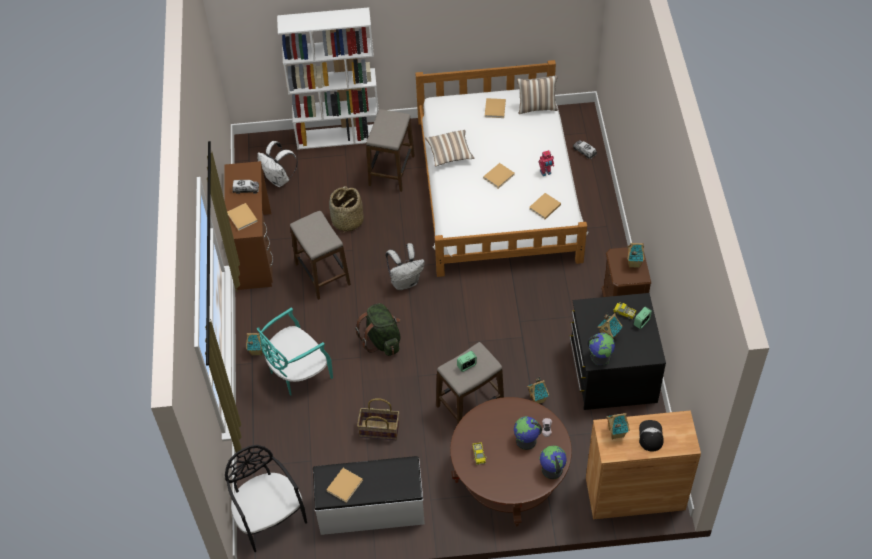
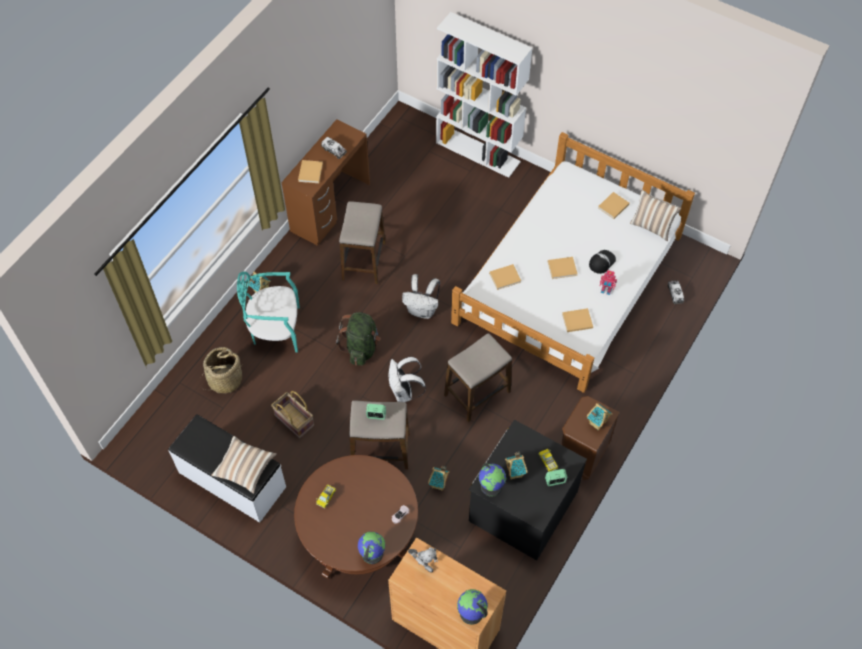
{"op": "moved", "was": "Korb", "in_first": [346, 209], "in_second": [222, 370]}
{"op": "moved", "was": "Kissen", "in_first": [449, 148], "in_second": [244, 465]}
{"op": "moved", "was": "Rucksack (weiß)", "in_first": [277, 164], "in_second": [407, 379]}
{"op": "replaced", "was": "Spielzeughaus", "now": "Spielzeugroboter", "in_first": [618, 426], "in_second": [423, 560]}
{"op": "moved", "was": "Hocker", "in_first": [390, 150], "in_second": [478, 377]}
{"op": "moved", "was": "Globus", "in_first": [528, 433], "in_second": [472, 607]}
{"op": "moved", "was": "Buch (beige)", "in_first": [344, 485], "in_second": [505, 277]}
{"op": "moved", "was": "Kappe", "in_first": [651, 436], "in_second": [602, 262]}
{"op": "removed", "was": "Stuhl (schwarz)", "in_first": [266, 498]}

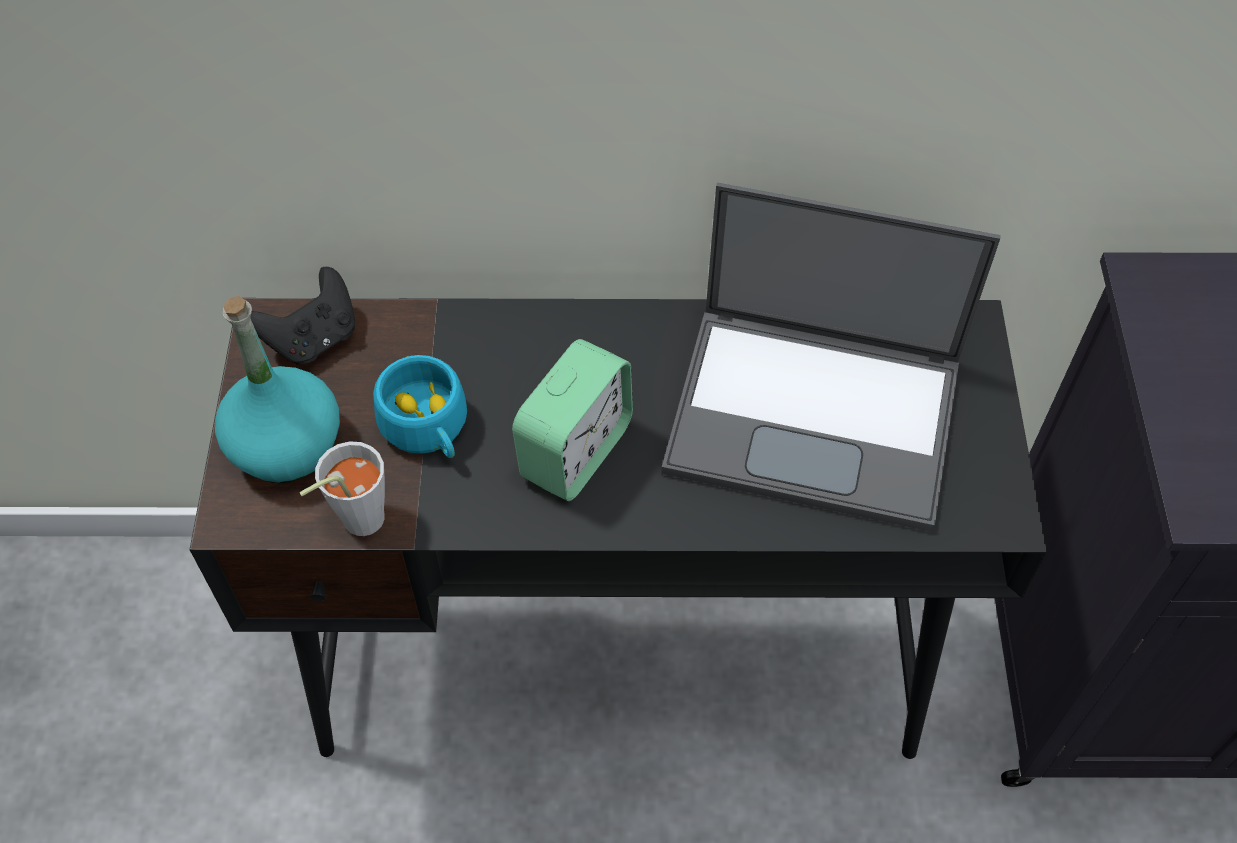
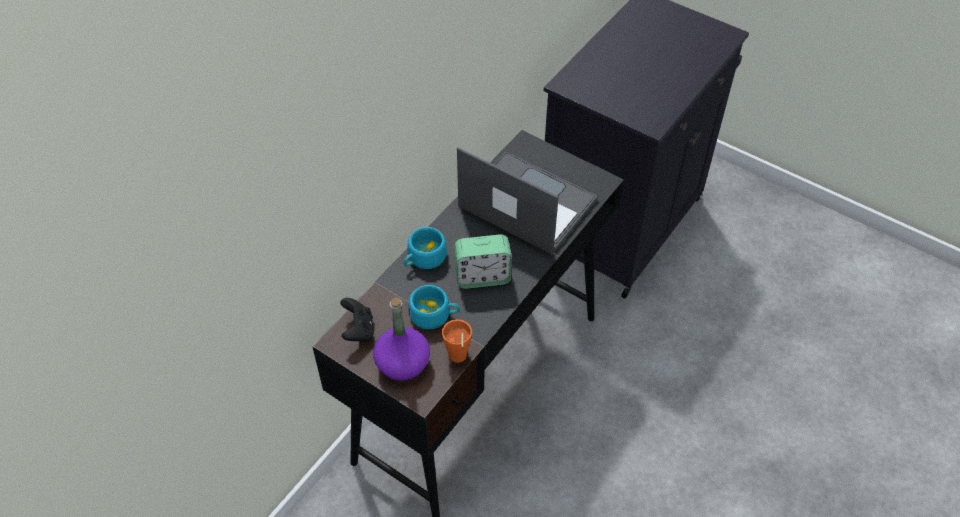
{"op": "recoloured", "was": "Flasche (türkis)", "now": "Flasche (lila)", "in_first": [277, 389], "in_second": [401, 339]}
{"op": "added", "now": "Tasse (türkis)", "in_second": [425, 248]}
{"op": "recoloured", "was": "Tasse (grau)", "now": "Tasse (orange)", "in_first": [342, 488], "in_second": [457, 341]}
{"op": "turned", "was": "Wecker", "in_first": [572, 420], "in_second": [483, 262], "clockwise": 105}
{"op": "turned", "was": "Laptop", "in_first": [831, 357], "in_second": [527, 201], "clockwise": -105}

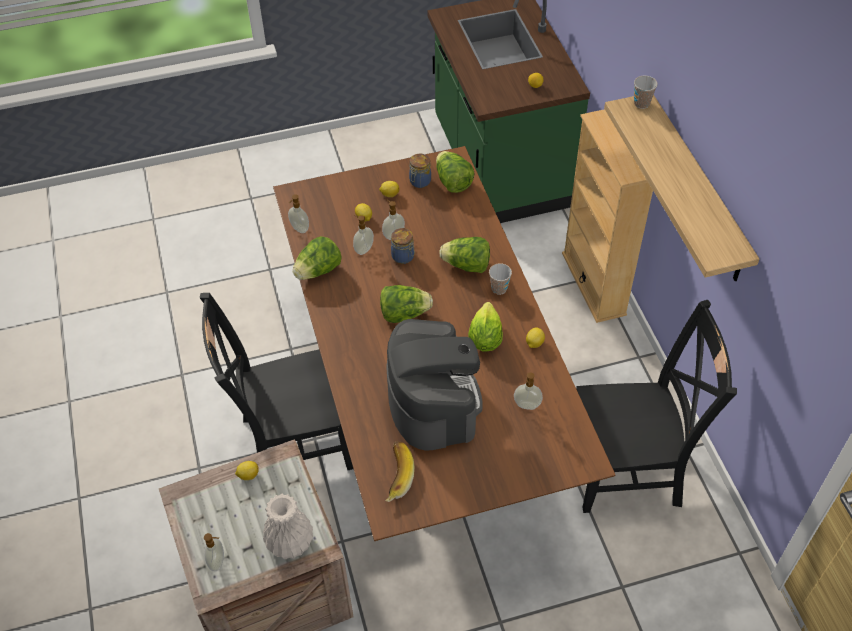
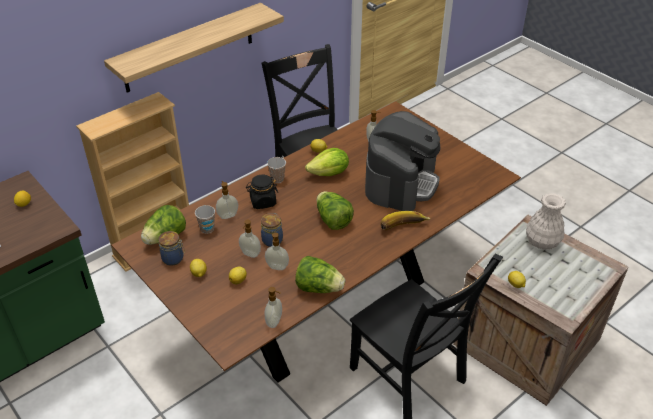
{"op": "moved", "was": "Tasse", "in_first": [646, 92], "in_second": [205, 219]}
{"op": "moved", "was": "Seifenspender", "in_first": [214, 552], "in_second": [227, 200]}
{"op": "replaced", "was": "Salatkopf", "now": "Vorratsglas (schwarz)", "in_first": [464, 255], "in_second": [262, 192]}
{"op": "turned", "was": "Kaffeemaschine", "in_first": [434, 385], "in_second": [402, 161], "clockwise": 150}
{"op": "moved", "was": "Banane", "in_first": [400, 471], "in_second": [405, 220]}

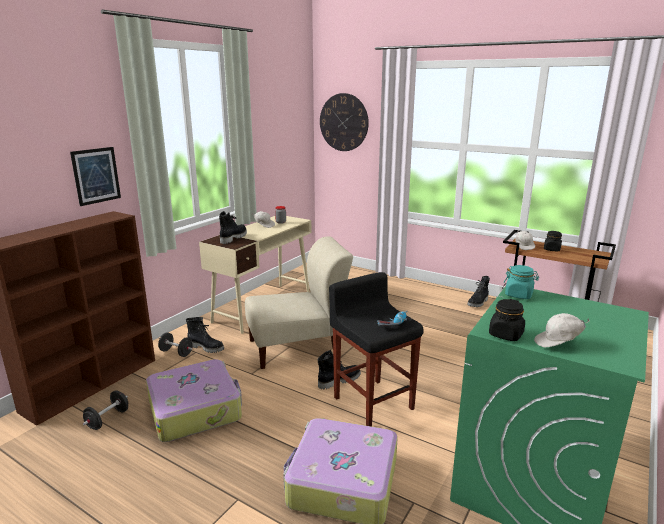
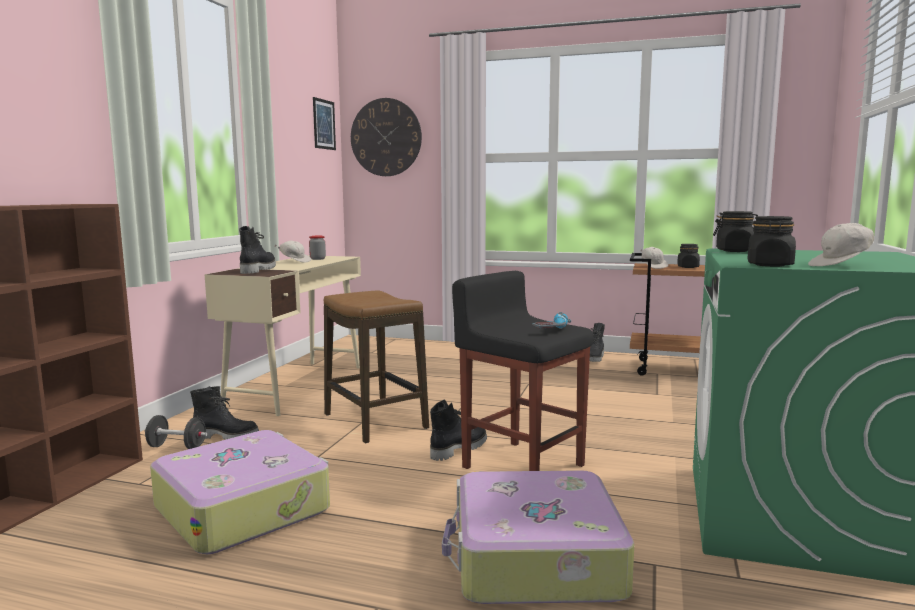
{"op": "moved", "was": "Bild", "in_first": [95, 176], "in_second": [324, 123]}
{"op": "replaced", "was": "Stuhl (beige)", "now": "Hocker", "in_first": [299, 302], "in_second": [376, 366]}
{"op": "recoloured", "was": "Vorratsglas (türkis)", "now": "Vorratsglas (schwarz)", "in_first": [521, 282], "in_second": [735, 231]}
{"op": "removed", "was": "Hantel (schwarz)", "in_first": [105, 410]}

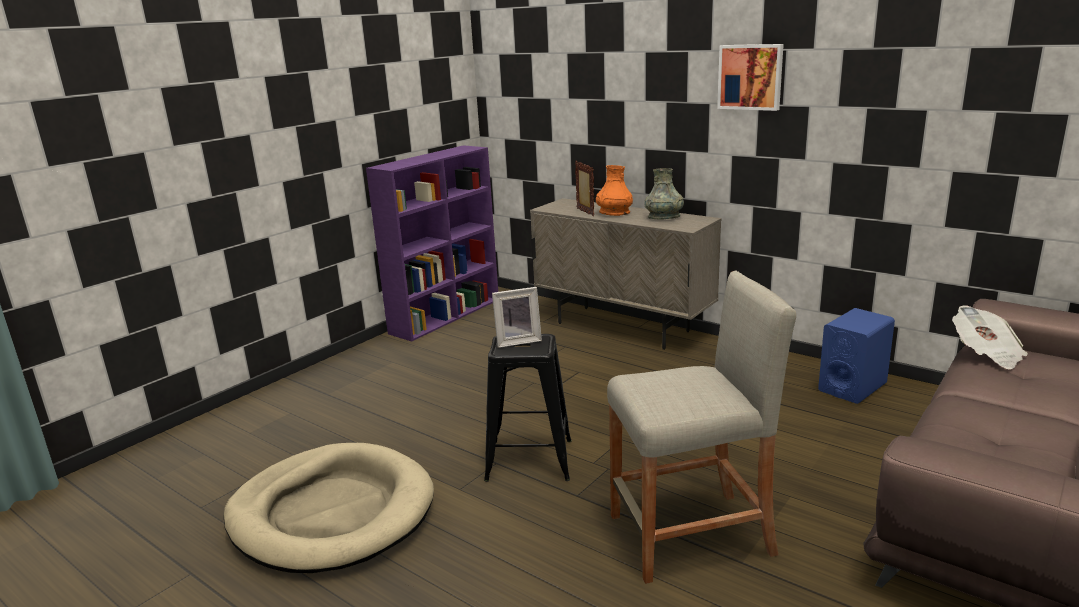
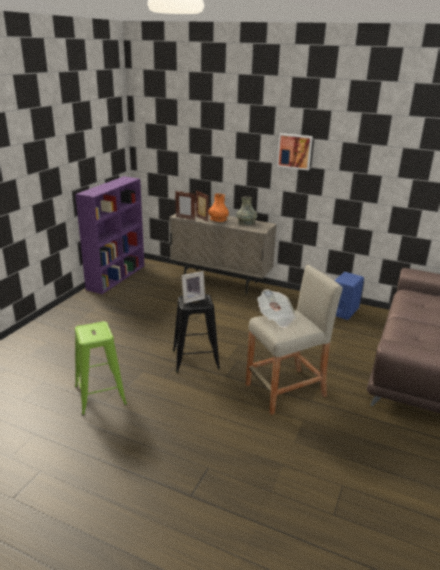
{"op": "replaced", "was": "Hundebett (beige)", "now": "Hocker (grün)", "in_first": [329, 508], "in_second": [101, 368]}
{"op": "added", "now": "Bilderrahmen", "in_second": [185, 205]}
{"op": "moved", "was": "Zeitung", "in_first": [990, 337], "in_second": [277, 308]}

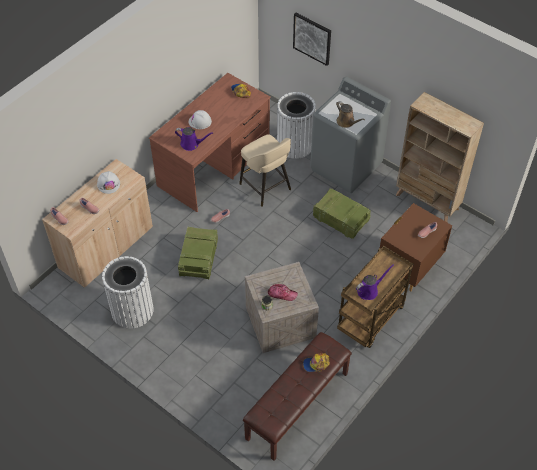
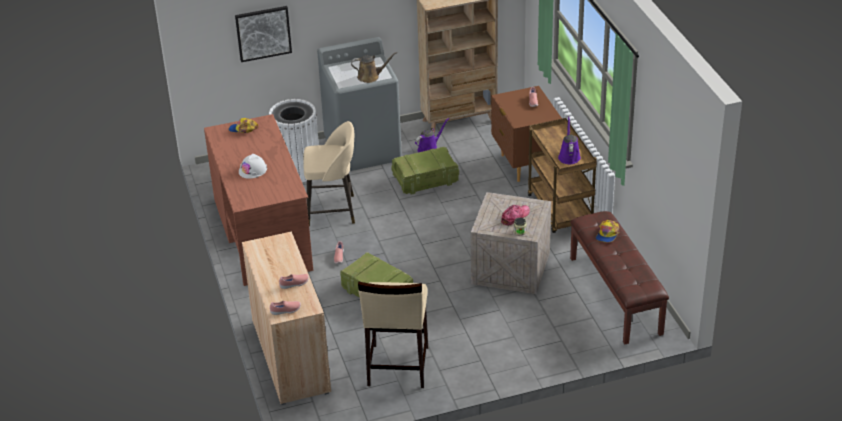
{"op": "replaced", "was": "Mülleimer (weiß)", "now": "Hocker (beige)", "in_first": [128, 292], "in_second": [393, 334]}
{"op": "moved", "was": "Gießkanne (lila)", "in_first": [194, 139], "in_second": [432, 135]}
{"op": "removed", "was": "Schutzhelm (weiß)", "in_first": [108, 182]}

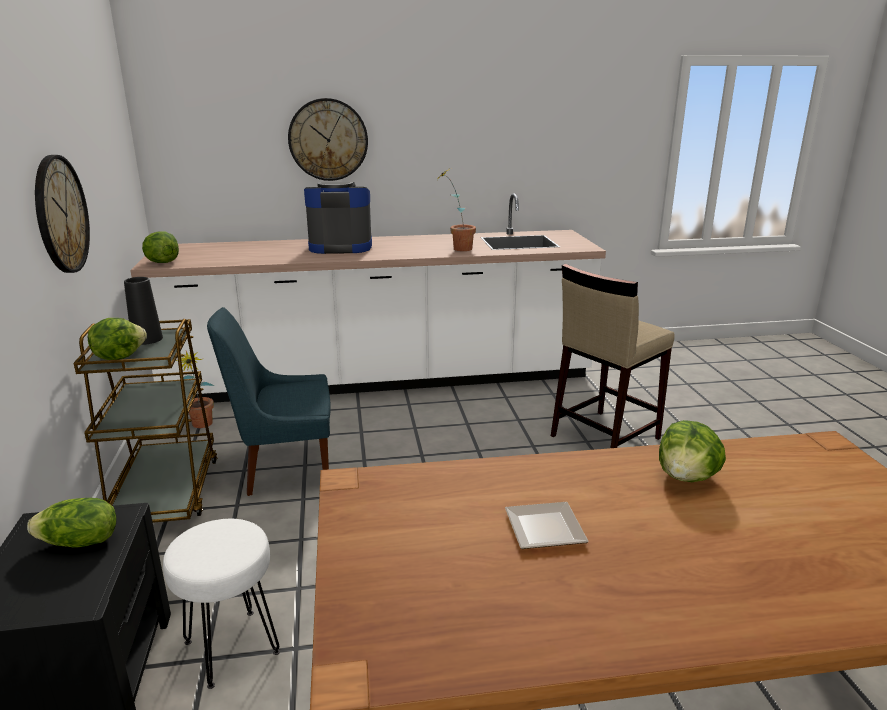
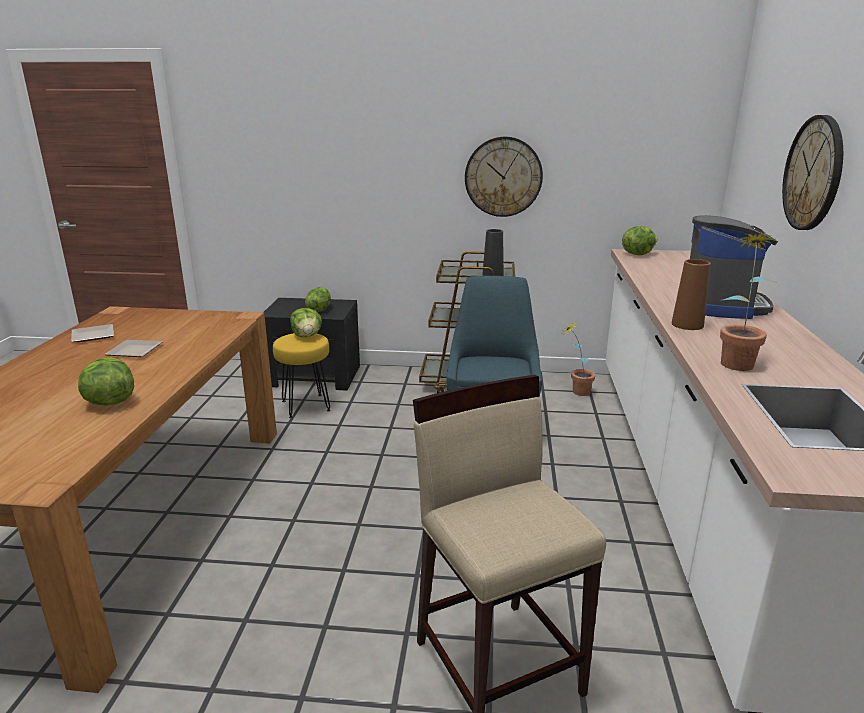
{"op": "added", "now": "Teller", "in_second": [92, 333]}
{"op": "recoloured", "was": "Hocker (weiß)", "now": "Hocker (gelb)", "in_first": [221, 604], "in_second": [302, 375]}
{"op": "moved", "was": "Salatkopf", "in_first": [117, 339], "in_second": [306, 322]}
{"op": "added", "now": "Vase (braun)", "in_second": [691, 294]}

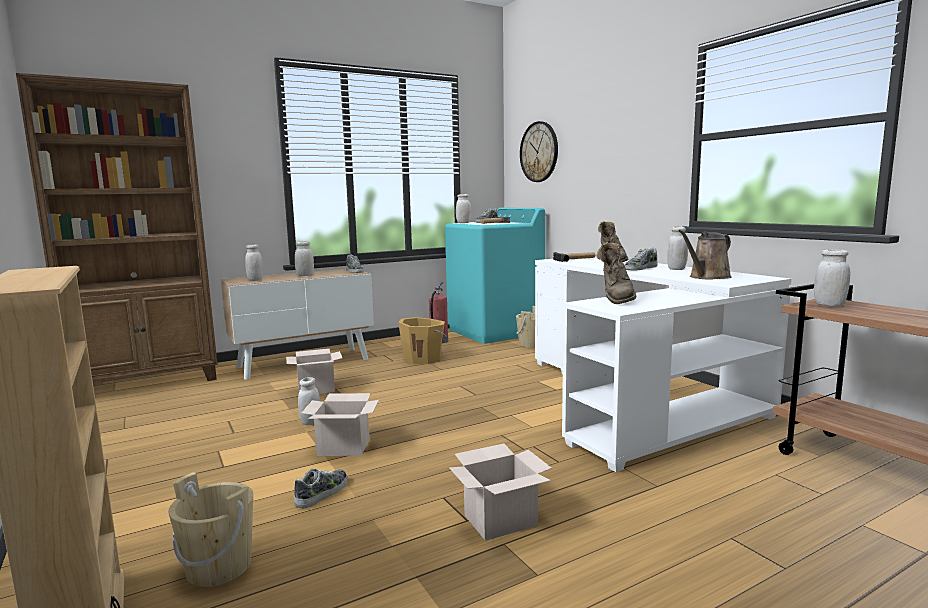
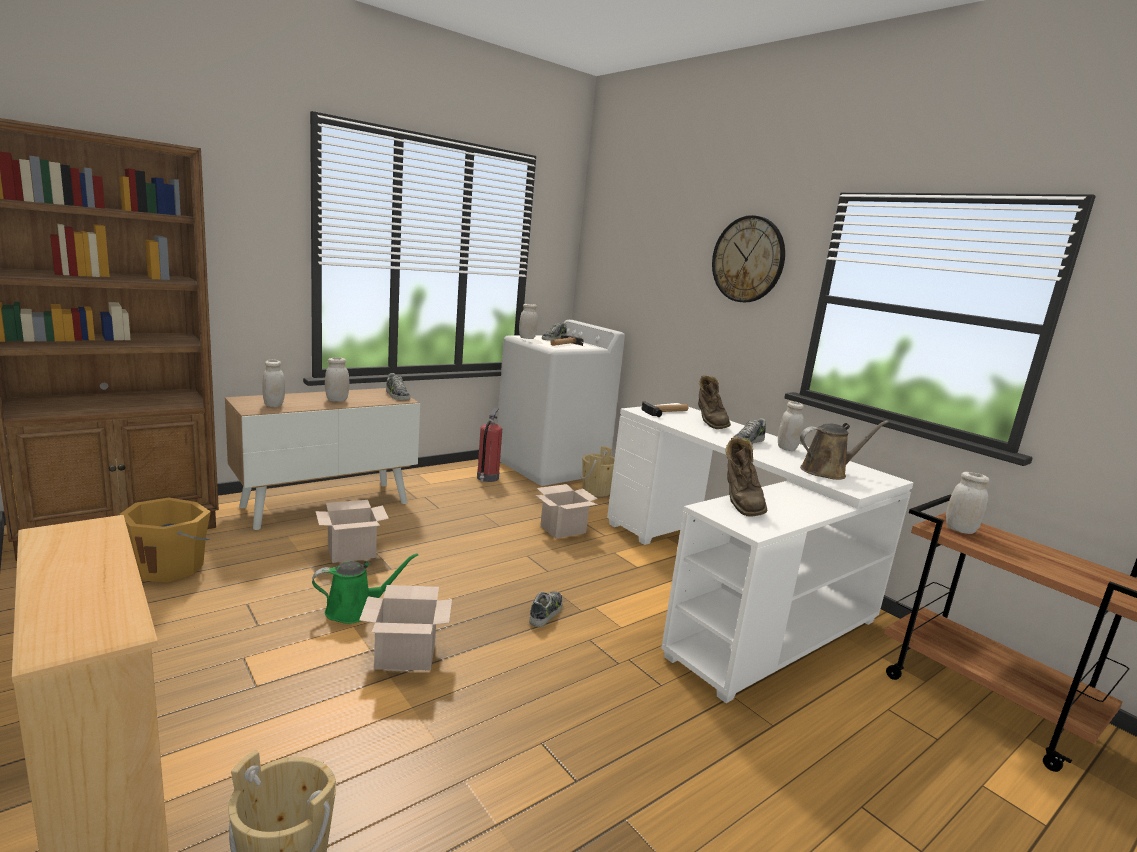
{"op": "moved", "was": "Eimer (orange)", "in_first": [422, 340], "in_second": [165, 540]}
{"op": "replaced", "was": "Vorratsglas (weiß)", "now": "Gießkanne (grün)", "in_first": [309, 401], "in_second": [365, 588]}
{"op": "recoloured", "was": "Waschmaschine (türkis)", "now": "Waschmaschine (weiß)", "in_first": [495, 275], "in_second": [561, 403]}
{"op": "moved", "was": "Schuh", "in_first": [321, 488], "in_second": [546, 609]}
{"op": "moved", "was": "Karton", "in_first": [500, 492], "in_second": [566, 511]}
{"op": "moved", "was": "Wanduhr", "in_first": [539, 151], "in_second": [748, 258]}
{"op": "turned", "was": "Gießkanne (braun)", "in_first": [705, 254], "in_second": [844, 450], "clockwise": -150}

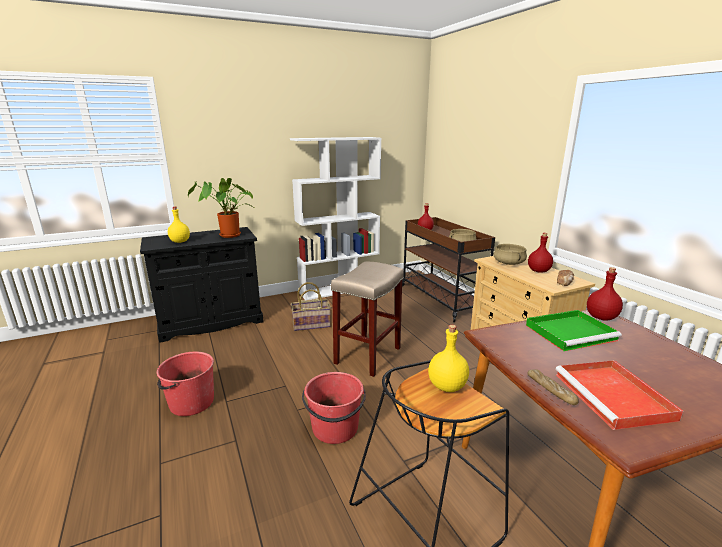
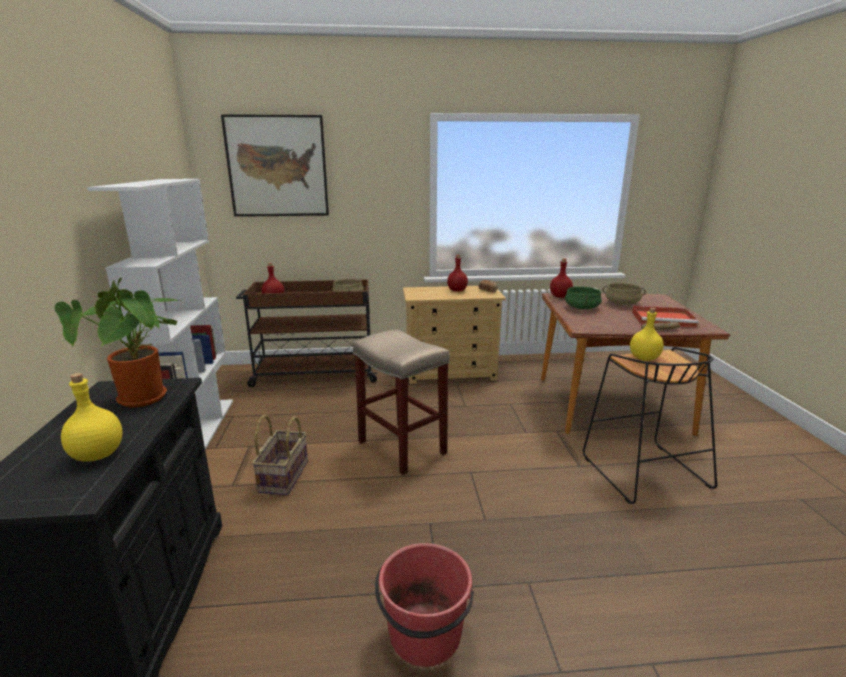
{"op": "added", "now": "Bild", "in_second": [275, 165]}
{"op": "replaced", "was": "Tablett (grün)", "now": "Kochtopf (grün)", "in_first": [574, 330], "in_second": [583, 298]}
{"op": "moved", "was": "Kochtopf (beige)", "in_first": [510, 254], "in_second": [624, 294]}
{"op": "removed", "was": "Eimer (rot)", "in_first": [334, 408]}

